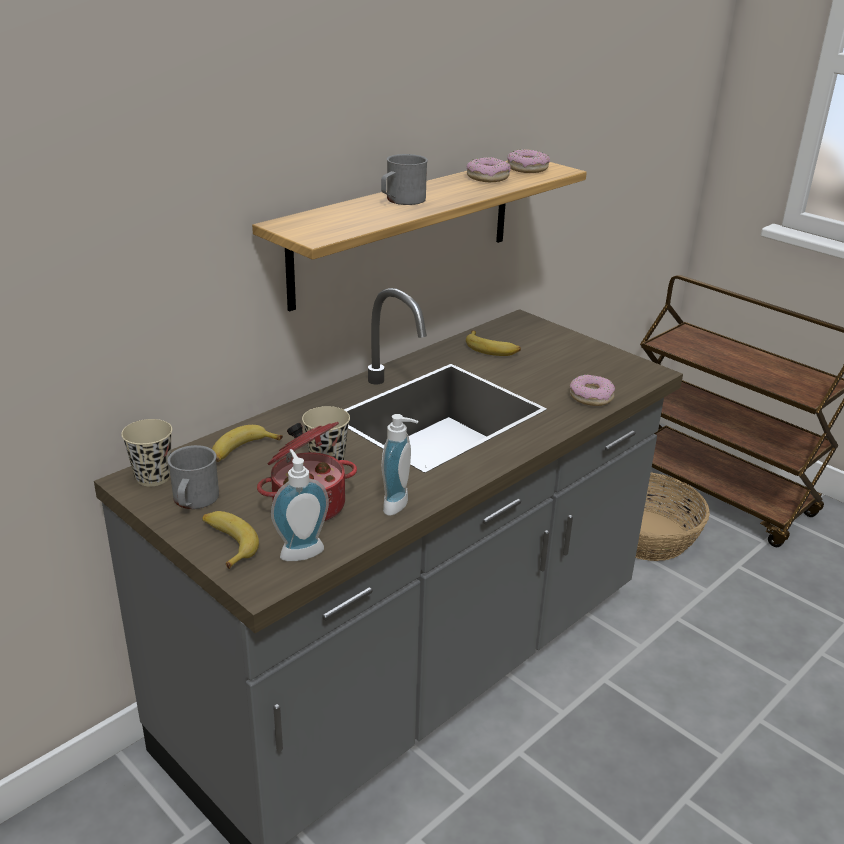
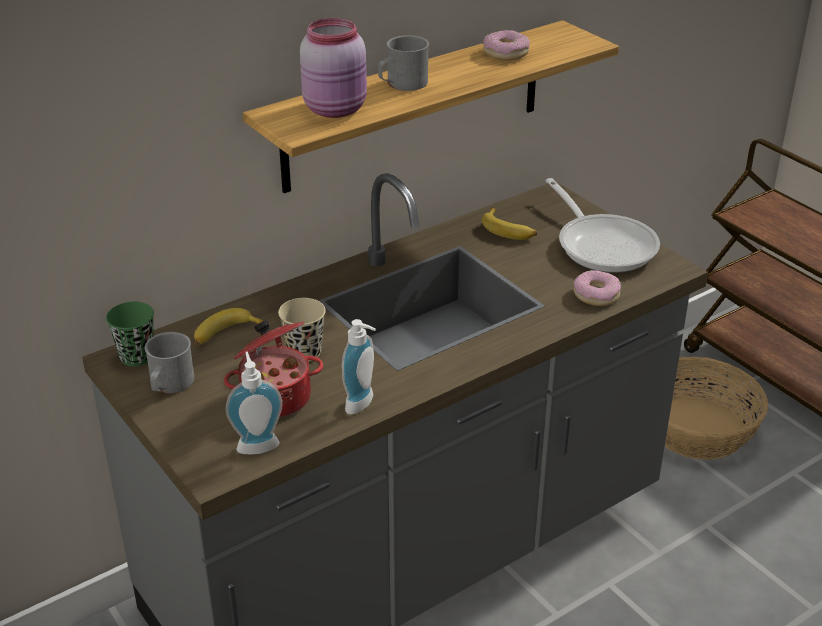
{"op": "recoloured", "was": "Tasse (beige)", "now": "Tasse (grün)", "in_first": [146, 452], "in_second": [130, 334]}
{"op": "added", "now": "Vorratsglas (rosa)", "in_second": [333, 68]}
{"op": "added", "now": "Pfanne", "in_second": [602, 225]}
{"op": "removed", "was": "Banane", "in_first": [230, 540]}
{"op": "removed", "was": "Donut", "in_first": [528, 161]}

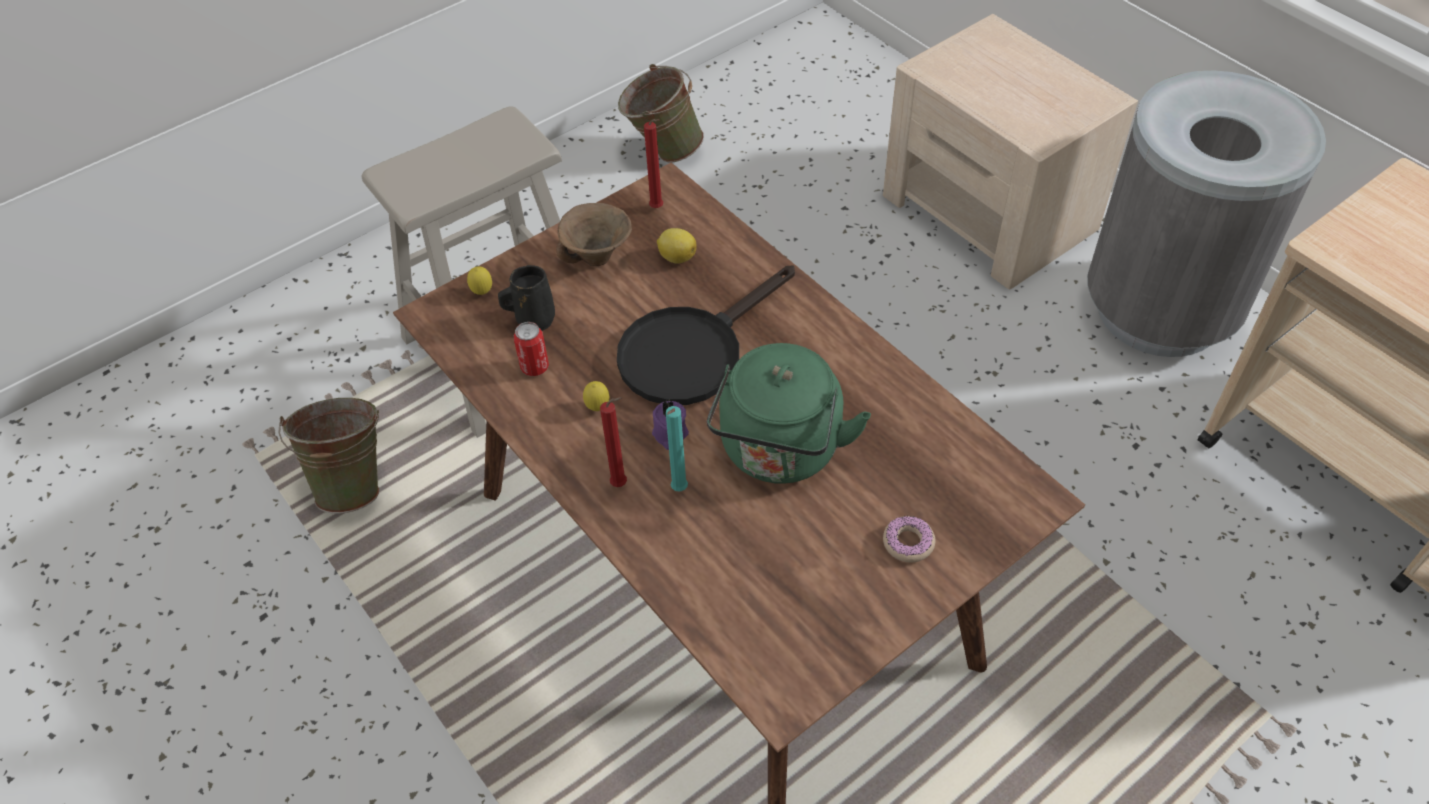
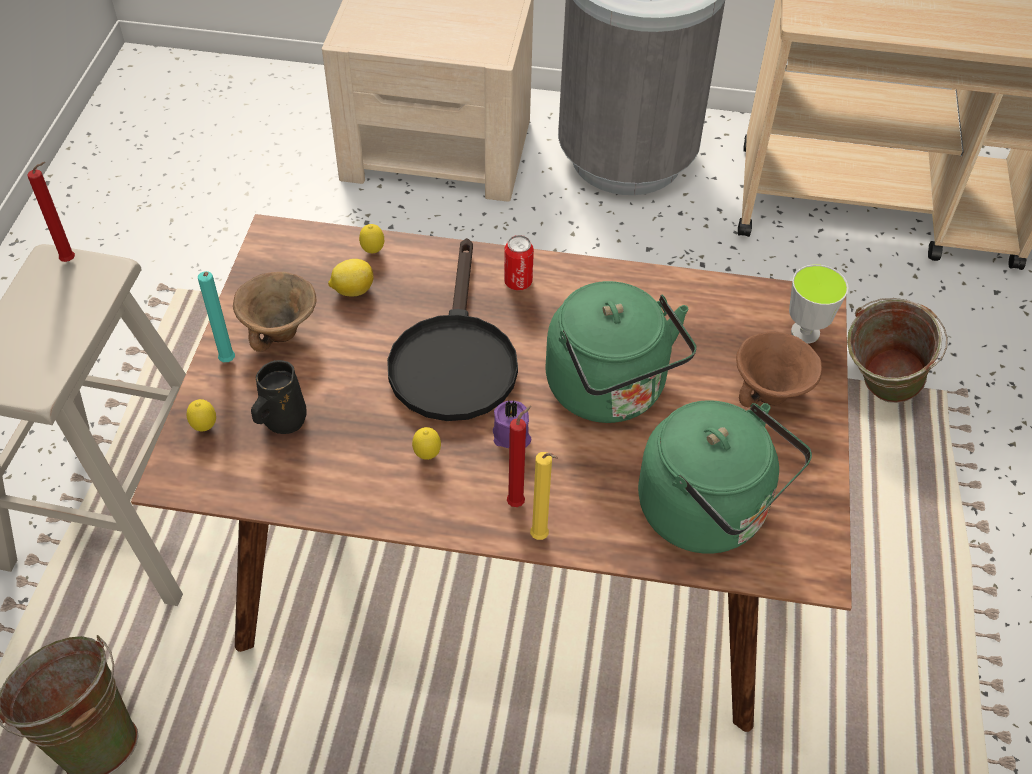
{"op": "moved", "was": "Kerze (rot)", "in_first": [653, 163], "in_second": [51, 212]}
{"op": "moved", "was": "Kerze (türkis)", "in_first": [677, 449], "in_second": [216, 316]}
{"op": "added", "now": "Zitrone", "in_second": [371, 238]}
{"op": "moved", "was": "Dose", "in_first": [531, 349], "in_second": [519, 263]}
{"op": "added", "now": "Kerze (gelb)", "in_second": [544, 496]}
{"op": "added", "now": "Wasserkessel (grün)", "in_second": [725, 477]}
{"op": "replaced", "was": "Donut", "now": "Schüssel (braun)", "in_first": [909, 539], "in_second": [779, 369]}
{"op": "added", "now": "Tasse", "in_second": [819, 303]}
{"op": "moved", "was": "Eimer (grün)", "in_first": [661, 113], "in_second": [897, 350]}

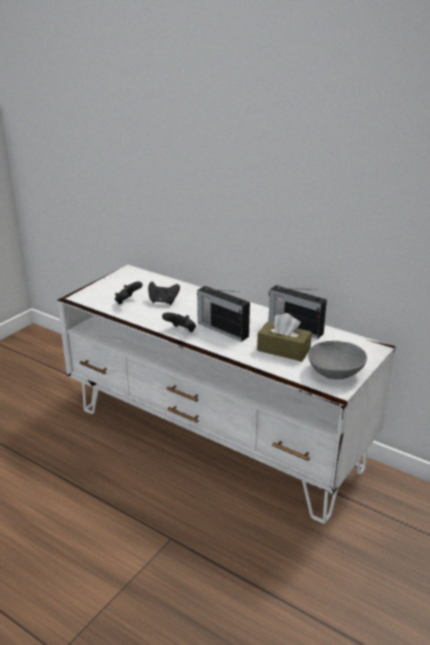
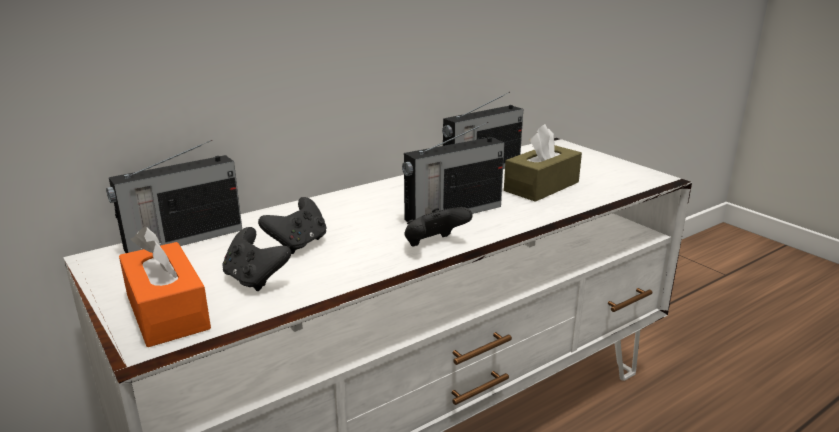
{"op": "added", "now": "Radio", "in_second": [174, 196]}
{"op": "added", "now": "Taschentuchbox (orange)", "in_second": [165, 286]}
{"op": "removed", "was": "Schüssel (grau)", "in_first": [337, 360]}

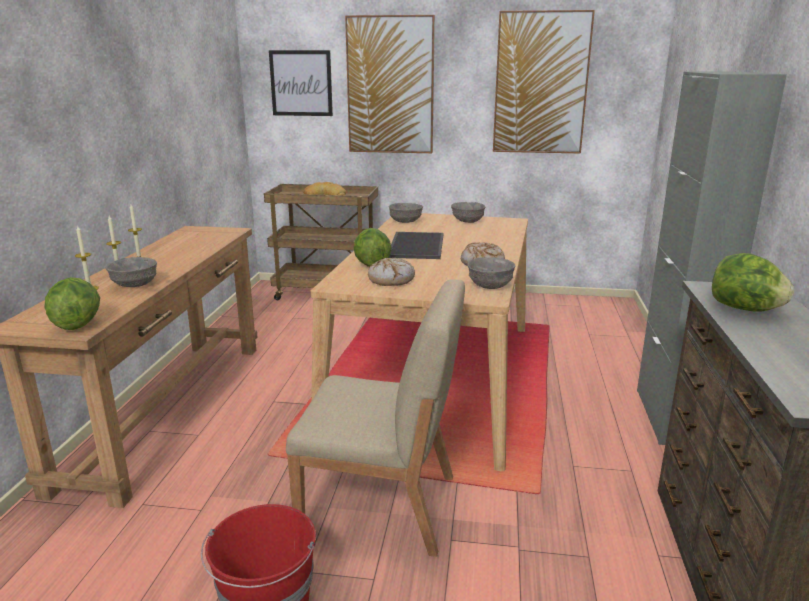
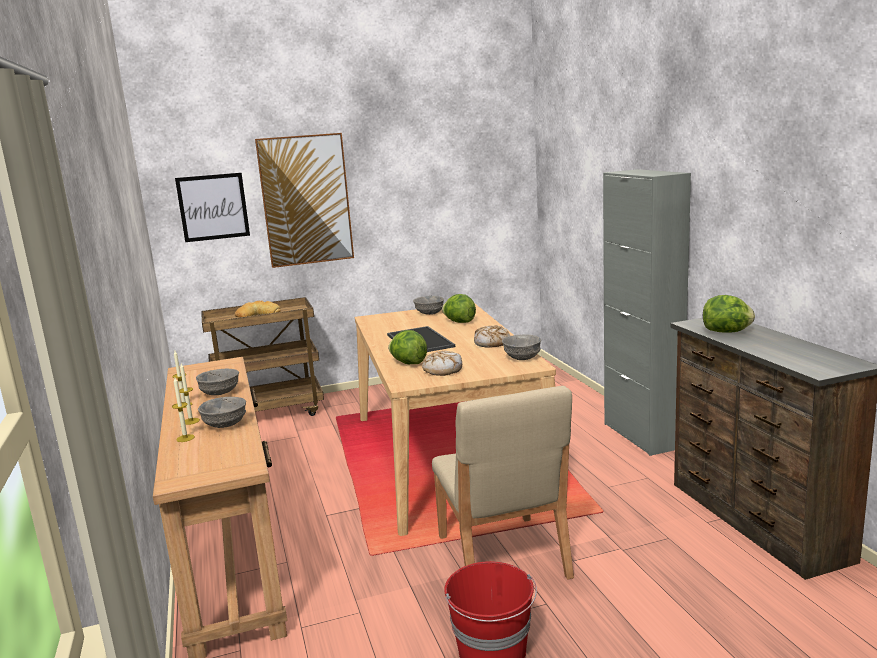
{"op": "moved", "was": "Schüssel (grau)", "in_first": [406, 213], "in_second": [217, 381]}
{"op": "turned", "was": "Stuhl (beige)", "in_first": [375, 418], "in_second": [503, 482], "clockwise": 90}
{"op": "moved", "was": "Salatkopf", "in_first": [72, 303], "in_second": [459, 308]}
{"op": "removed", "was": "Bild", "in_first": [544, 82]}

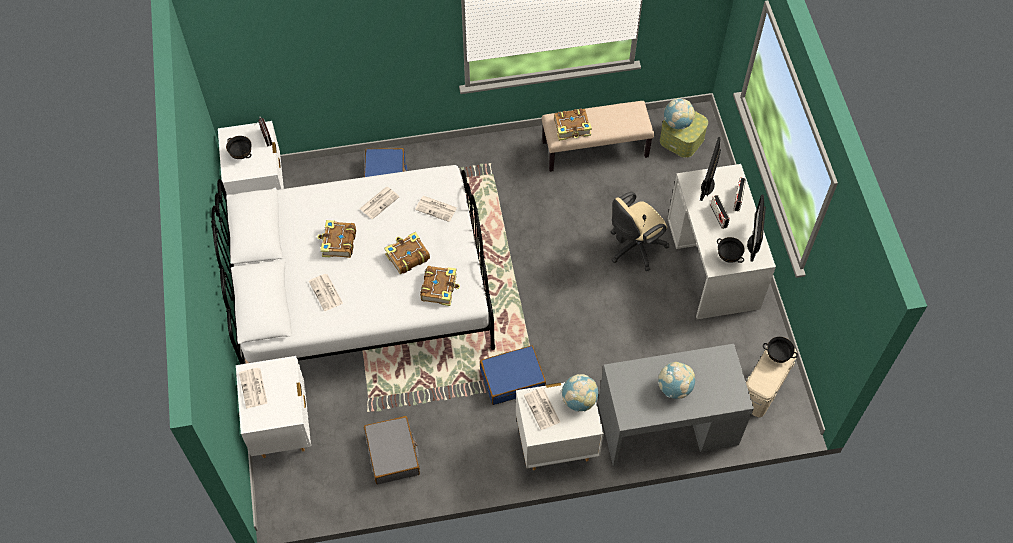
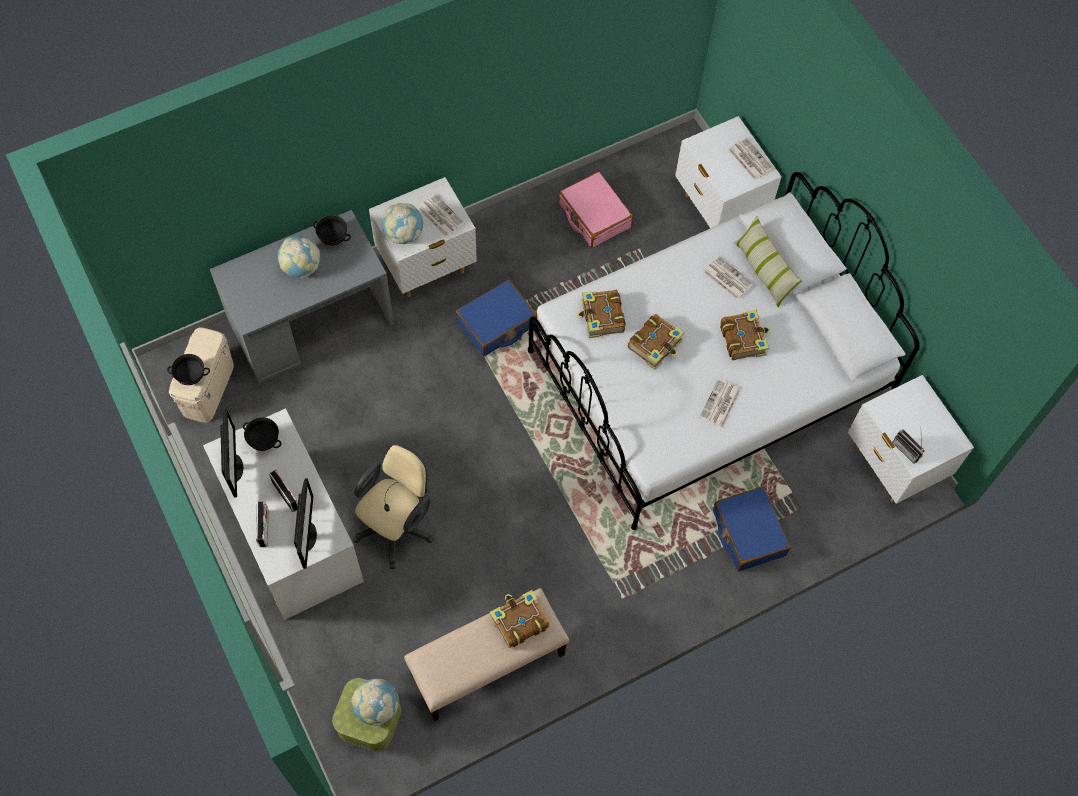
{"op": "moved", "was": "Schüssel (schwarz)", "in_first": [239, 147], "in_second": [332, 230]}
{"op": "recoloured", "was": "Koffer (grau)", "now": "Koffer (rosa)", "in_first": [392, 450], "in_second": [596, 209]}
{"op": "added", "now": "Kissen", "in_second": [768, 261]}
{"op": "removed", "was": "Zeitung", "in_first": [436, 209]}

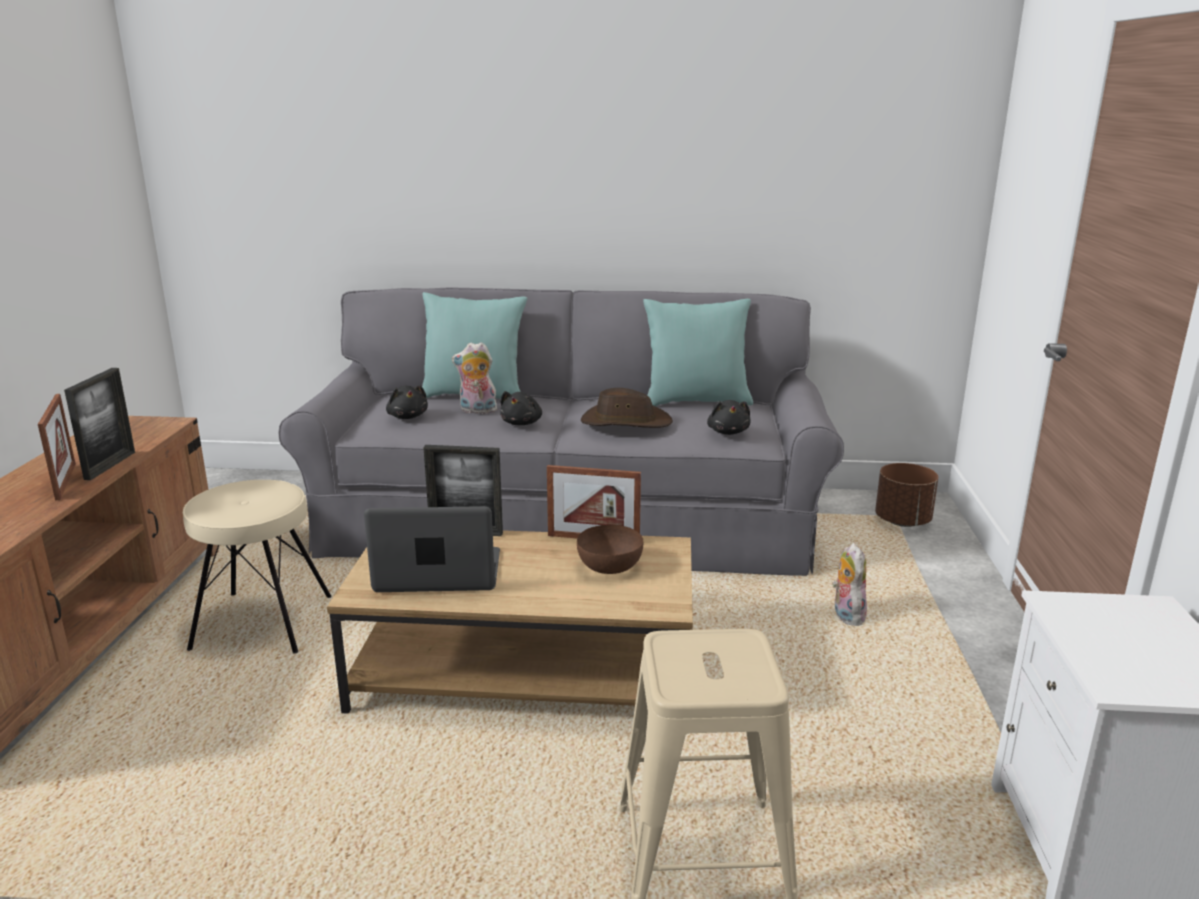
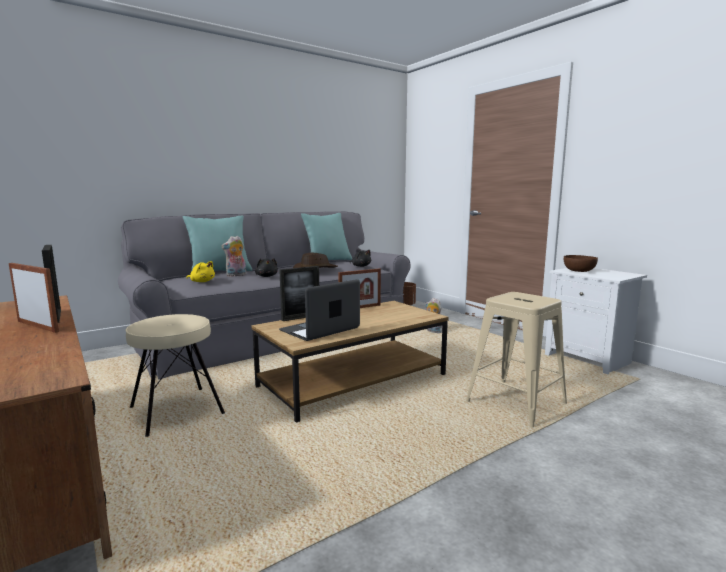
{"op": "recoloured", "was": "Plüschtier (schwarz)", "now": "Plüschtier (gelb)", "in_first": [407, 402], "in_second": [200, 271]}
{"op": "moved", "was": "Schüssel (braun)", "in_first": [610, 549], "in_second": [581, 263]}

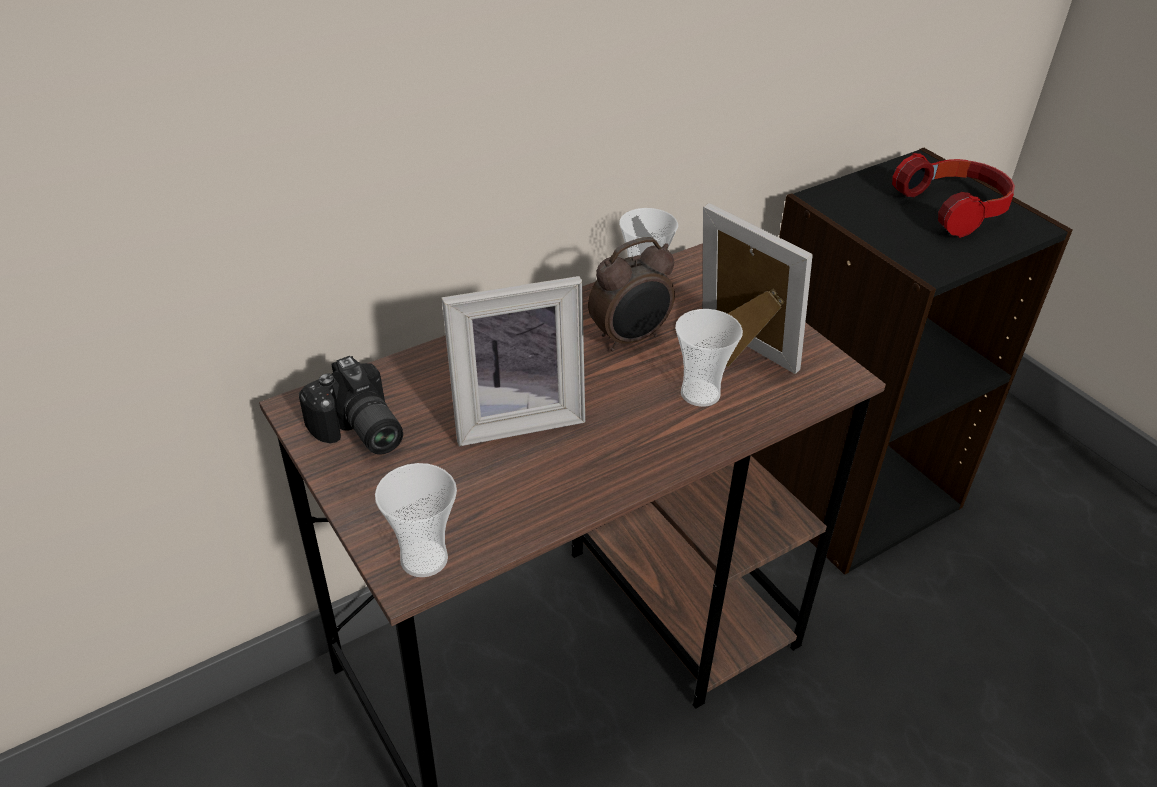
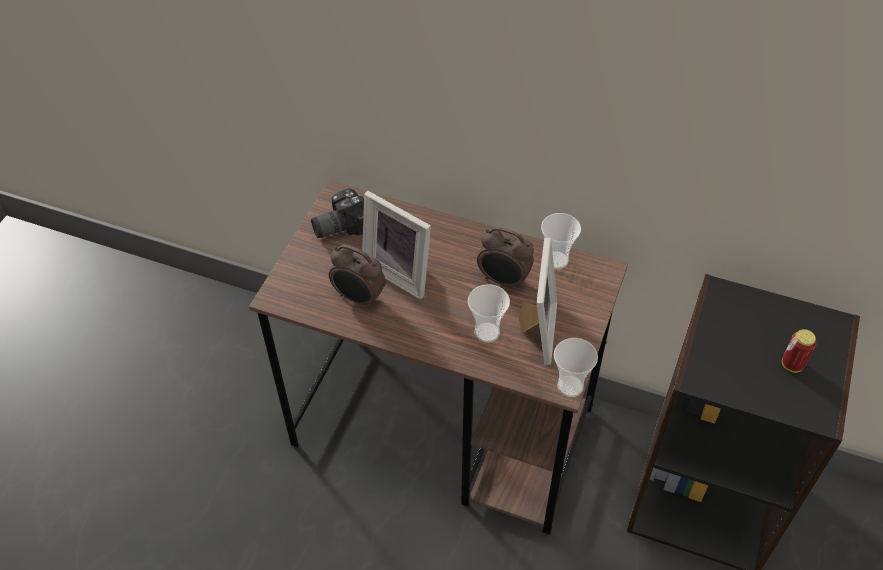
{"op": "turned", "was": "Kamera", "in_first": [351, 405], "in_second": [337, 213], "clockwise": 45}
{"op": "added", "now": "Wecker", "in_second": [357, 277]}
{"op": "moved", "was": "Tasse", "in_first": [416, 520], "in_second": [576, 367]}
{"op": "replaced", "was": "Kopfhörer", "now": "Dose", "in_first": [953, 195], "in_second": [799, 351]}

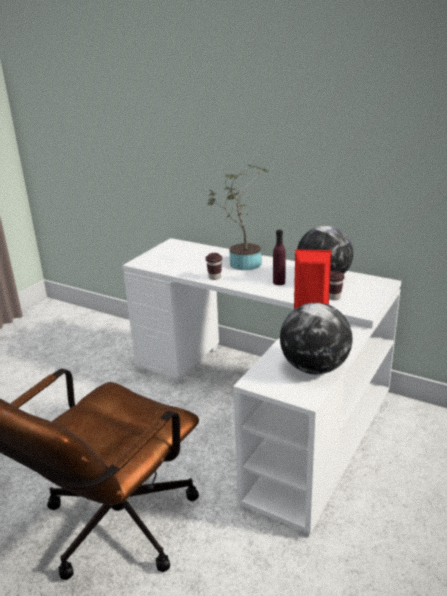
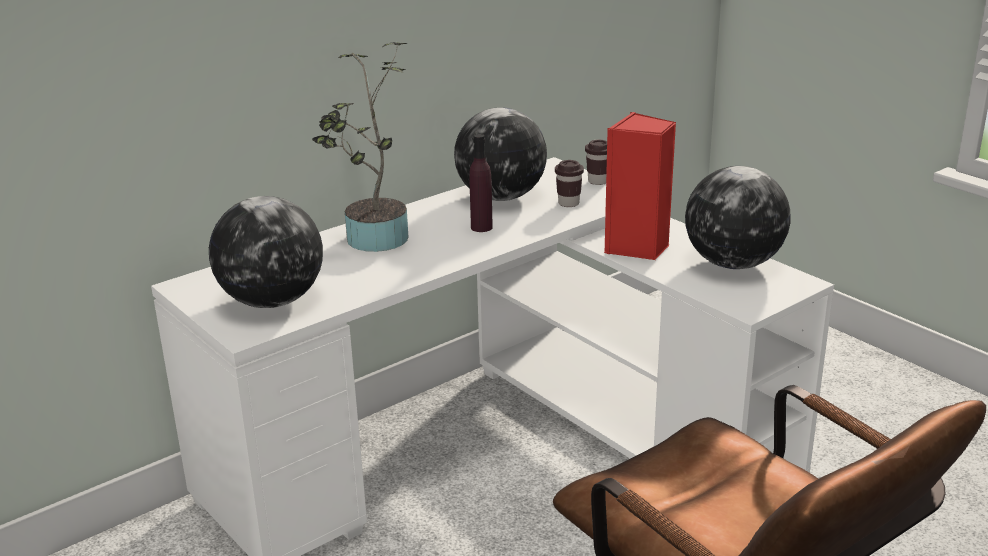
{"op": "added", "now": "Globus", "in_second": [266, 252]}
{"op": "moved", "was": "Tasse (braun)", "in_first": [214, 266], "in_second": [596, 162]}

